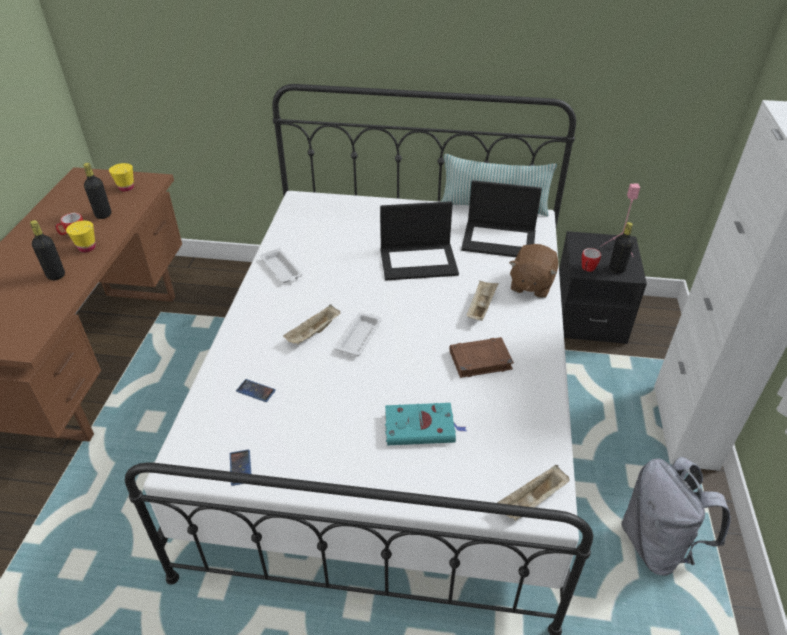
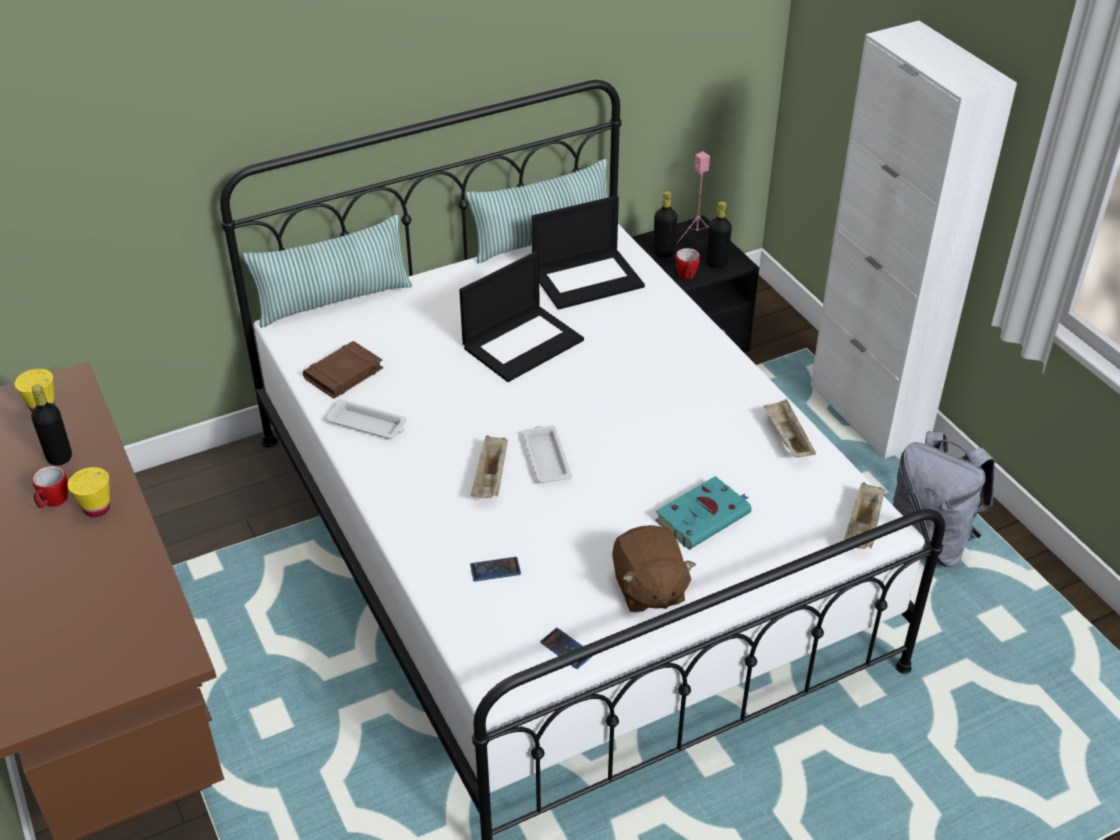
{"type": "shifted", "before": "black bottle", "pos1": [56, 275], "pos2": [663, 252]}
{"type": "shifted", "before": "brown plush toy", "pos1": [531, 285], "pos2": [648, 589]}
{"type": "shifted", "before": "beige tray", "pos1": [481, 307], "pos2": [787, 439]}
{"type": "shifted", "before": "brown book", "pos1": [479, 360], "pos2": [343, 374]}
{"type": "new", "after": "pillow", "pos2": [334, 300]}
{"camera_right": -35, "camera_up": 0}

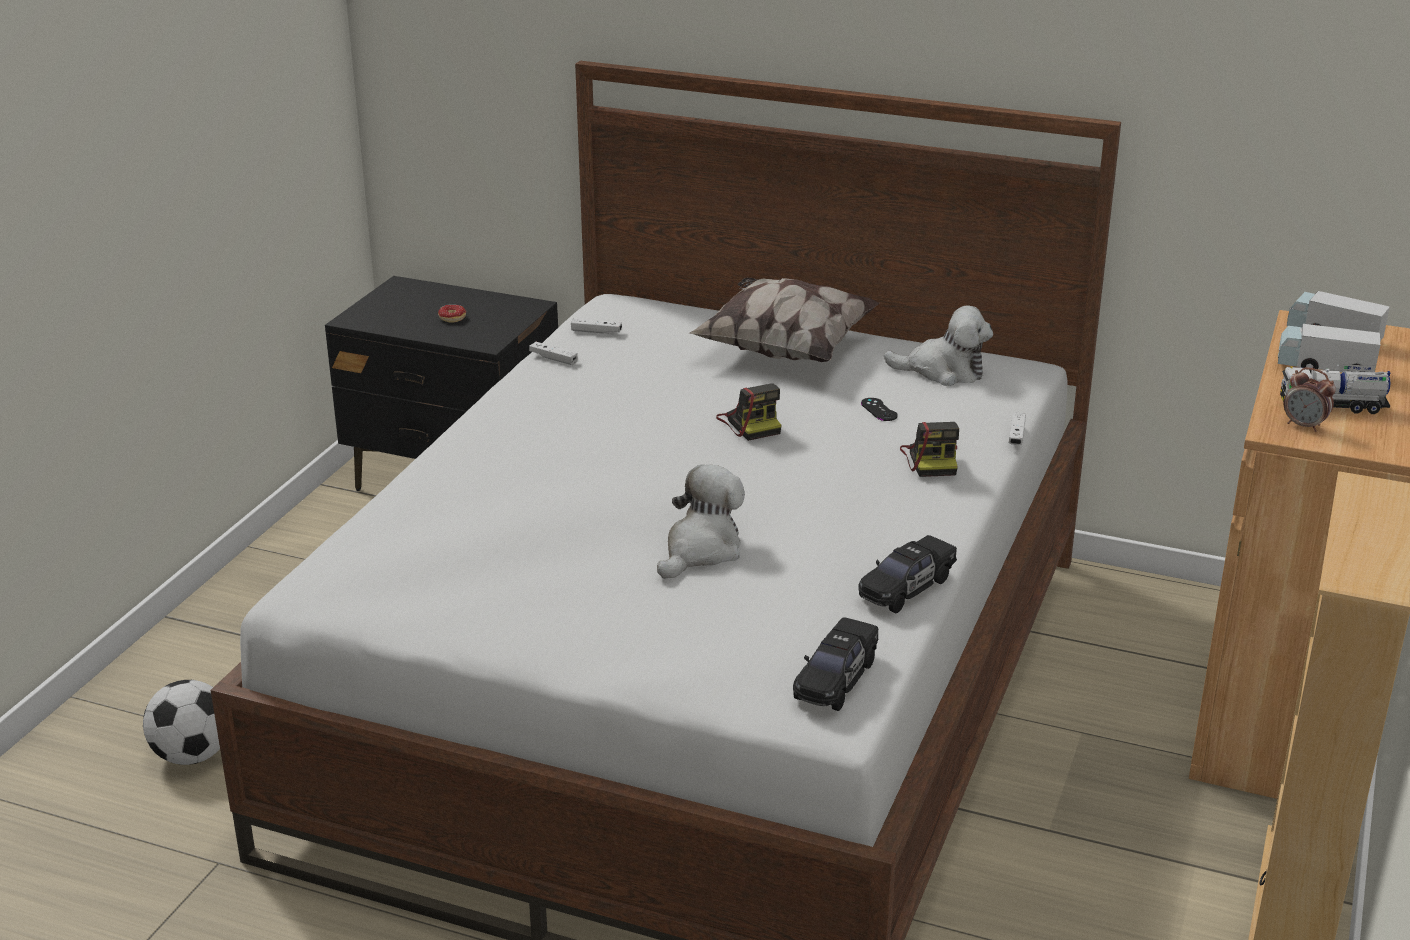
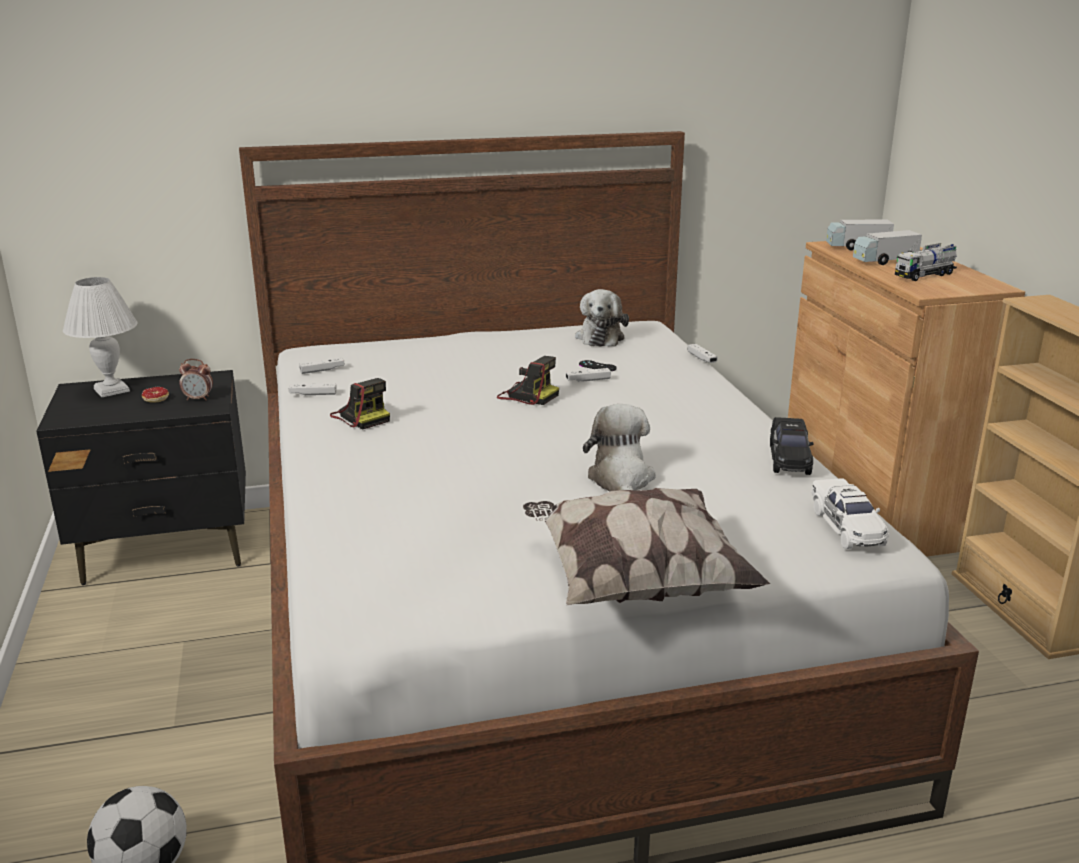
{"type": "shifted", "before": "pillow", "pos1": [784, 349], "pos2": [635, 581]}
{"type": "rotated", "before": "plush toy", "pos1": [943, 371], "pos2": [600, 337], "turn": 120}
{"type": "shifted", "before": "alarm clock", "pos1": [1304, 426], "pos2": [198, 399]}
{"type": "shifted", "before": "photo camera", "pos1": [932, 460], "pos2": [361, 417]}
{"type": "repainted", "before": "black toy car", "after": "white toy car", "pos1": [835, 679], "pos2": [846, 527]}
{"type": "new", "after": "white table lamp", "pos2": [111, 390]}
{"type": "new", "after": "white game controller", "pos2": [588, 380]}
{"camera_right": -35, "camera_up": -5}

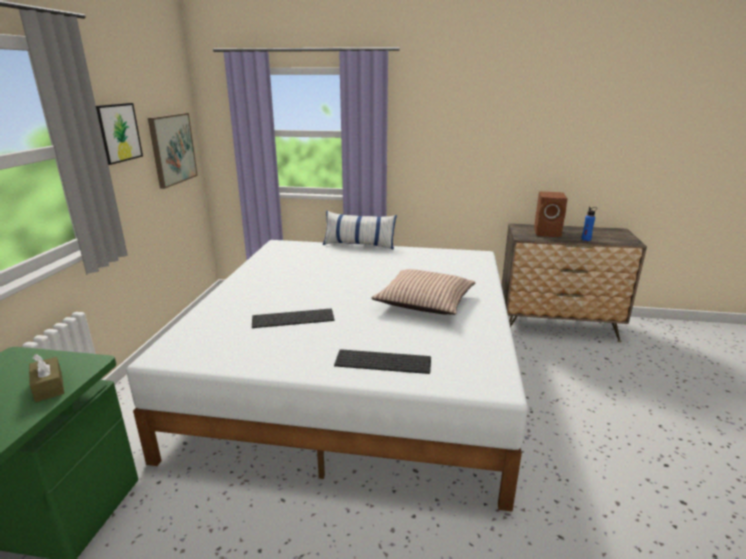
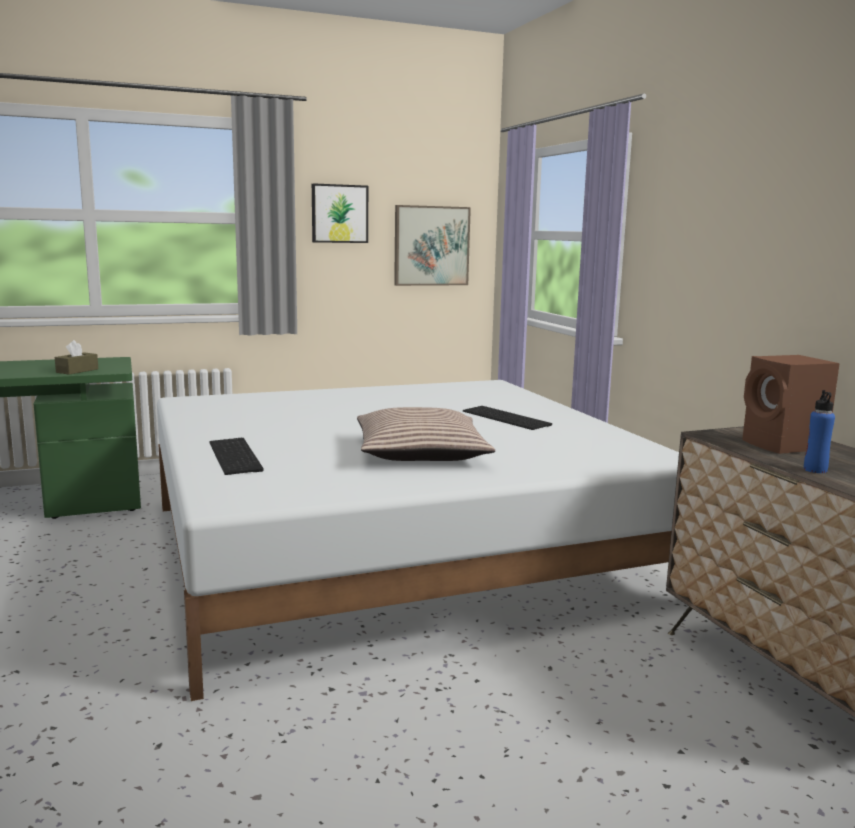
{"type": "gone", "before": "pillow", "pos1": [359, 244]}
{"type": "shifted", "before": "keyboard", "pos1": [294, 318], "pos2": [507, 418]}
{"camera_right": 60, "camera_up": -10}

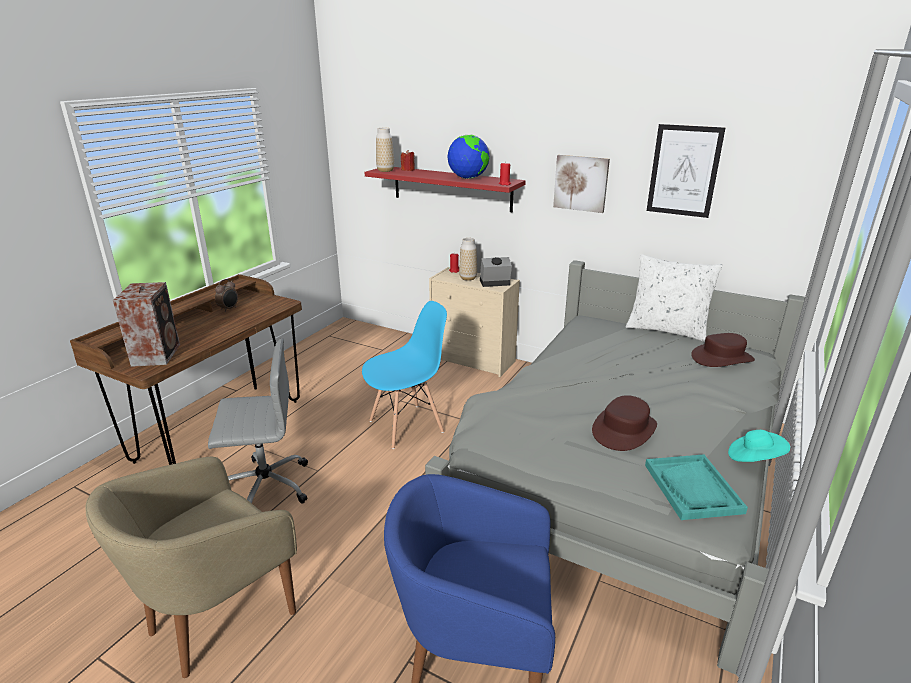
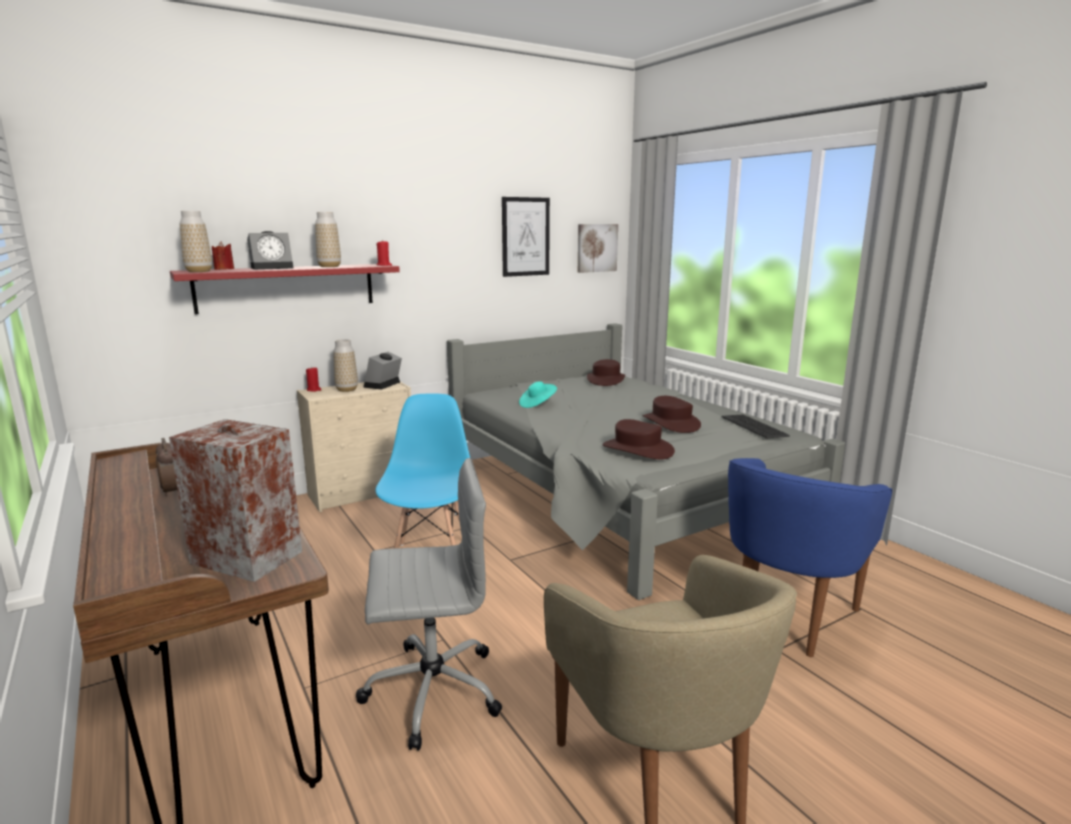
{"type": "swapped", "before": "globe", "after": "vase", "pos1": [468, 178], "pos2": [329, 266]}
{"type": "shifted", "before": "picture", "pos1": [581, 183], "pos2": [596, 248]}
{"type": "gone", "before": "white pillow", "pos1": [666, 330]}
{"type": "rotated", "before": "grey office chair", "pos1": [264, 487], "pos2": [430, 690], "turn": 60}
{"type": "shifted", "before": "turquoise hat", "pos1": [754, 458], "pos2": [537, 404]}
{"type": "swapped", "before": "turquoise tray", "after": "keyboard", "pos1": [693, 488], "pos2": [754, 427]}
{"type": "new", "after": "alarm clock", "pos2": [273, 268]}
{"type": "new", "after": "brown hat", "pos2": [637, 449]}
{"camera_right": -60, "camera_up": -10}

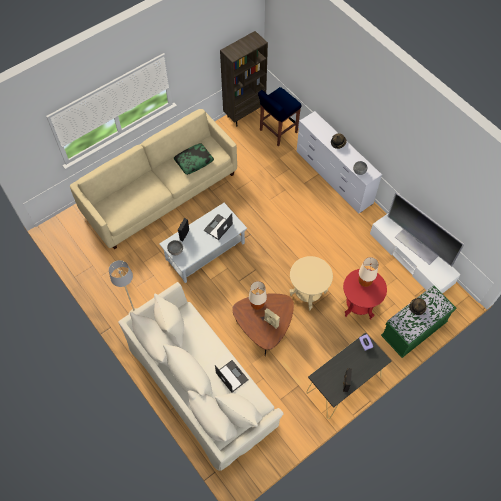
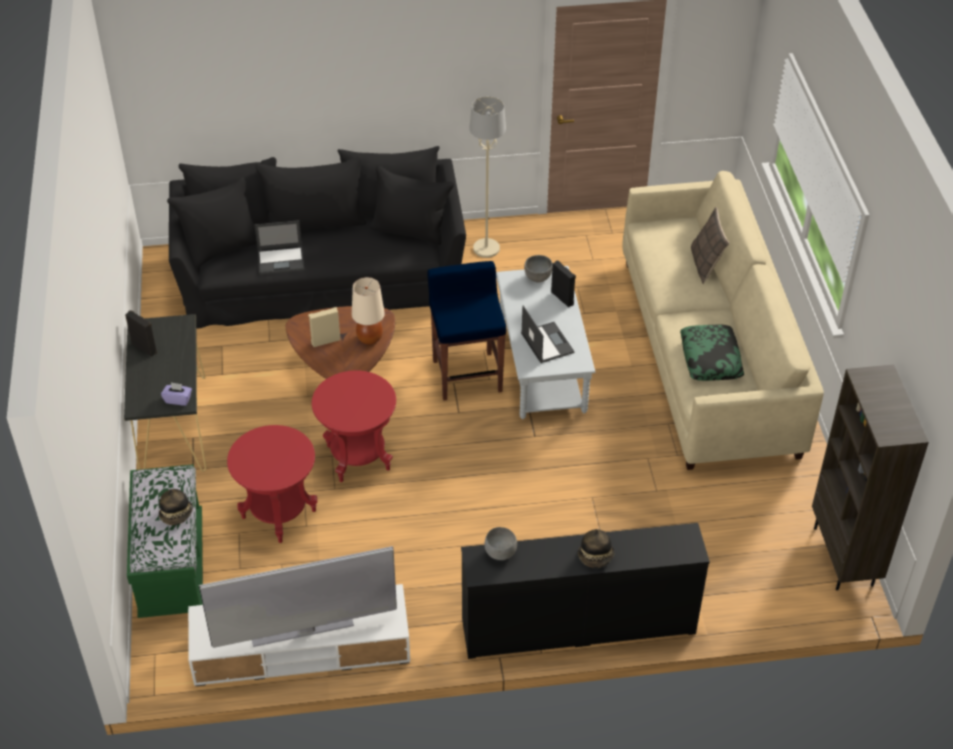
{"type": "shifted", "before": "blue stool", "pos1": [277, 131], "pos2": [467, 375]}
{"type": "repainted", "before": "white dresser", "after": "black dresser", "pos1": [333, 177], "pos2": [577, 626]}
{"type": "repainted", "before": "beige side table", "after": "red side table", "pos1": [308, 294], "pos2": [358, 458]}
{"type": "gone", "before": "beige table lamp", "pos1": [364, 282]}
{"type": "repainted", "before": "beige sofa", "after": "black sofa", "pos1": [201, 383], "pos2": [321, 276]}
{"type": "new", "after": "pillow", "pos2": [706, 265]}
{"camera_right": 120, "camera_up": -15}

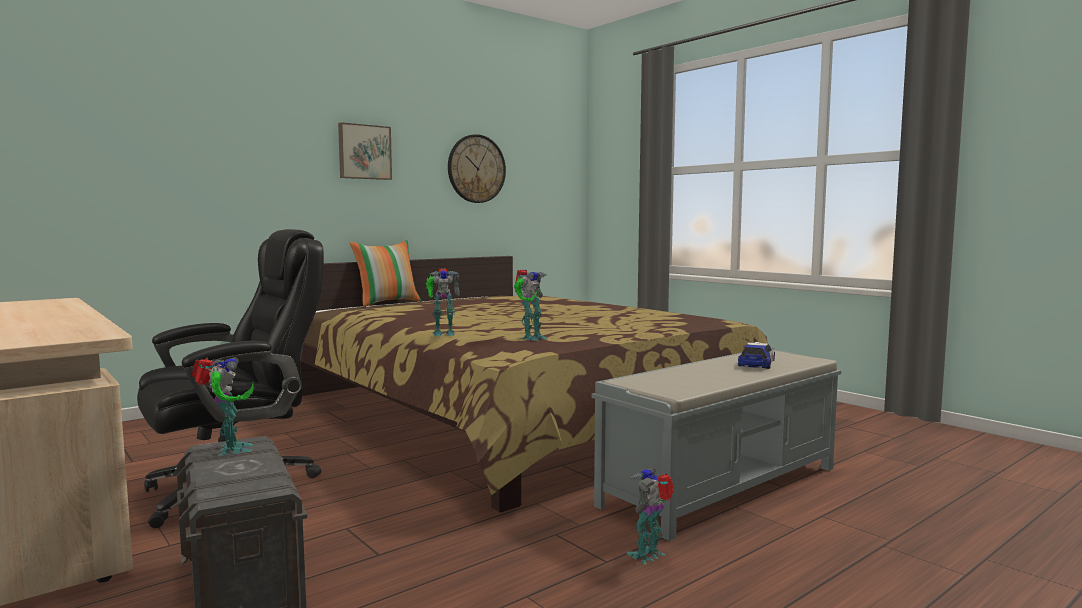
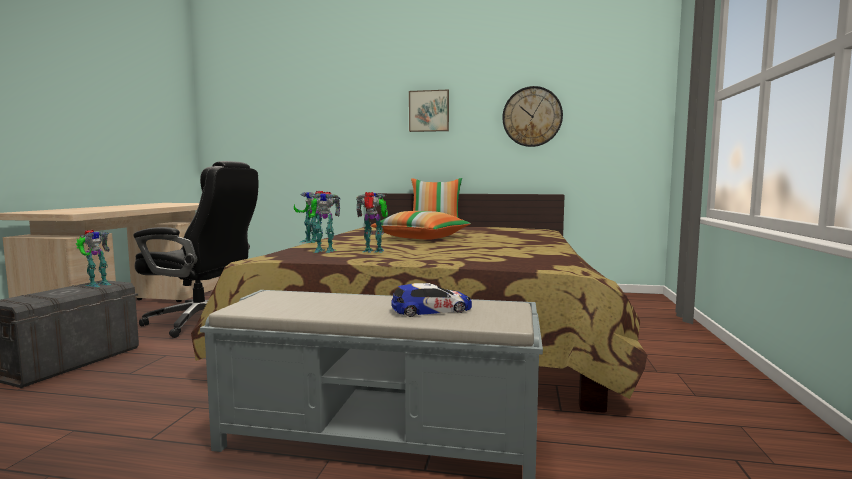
{"type": "shifted", "before": "toy robot", "pos1": [649, 555], "pos2": [374, 251]}
{"type": "new", "after": "pillow", "pos2": [422, 238]}
{"camera_right": 50, "camera_up": 0}

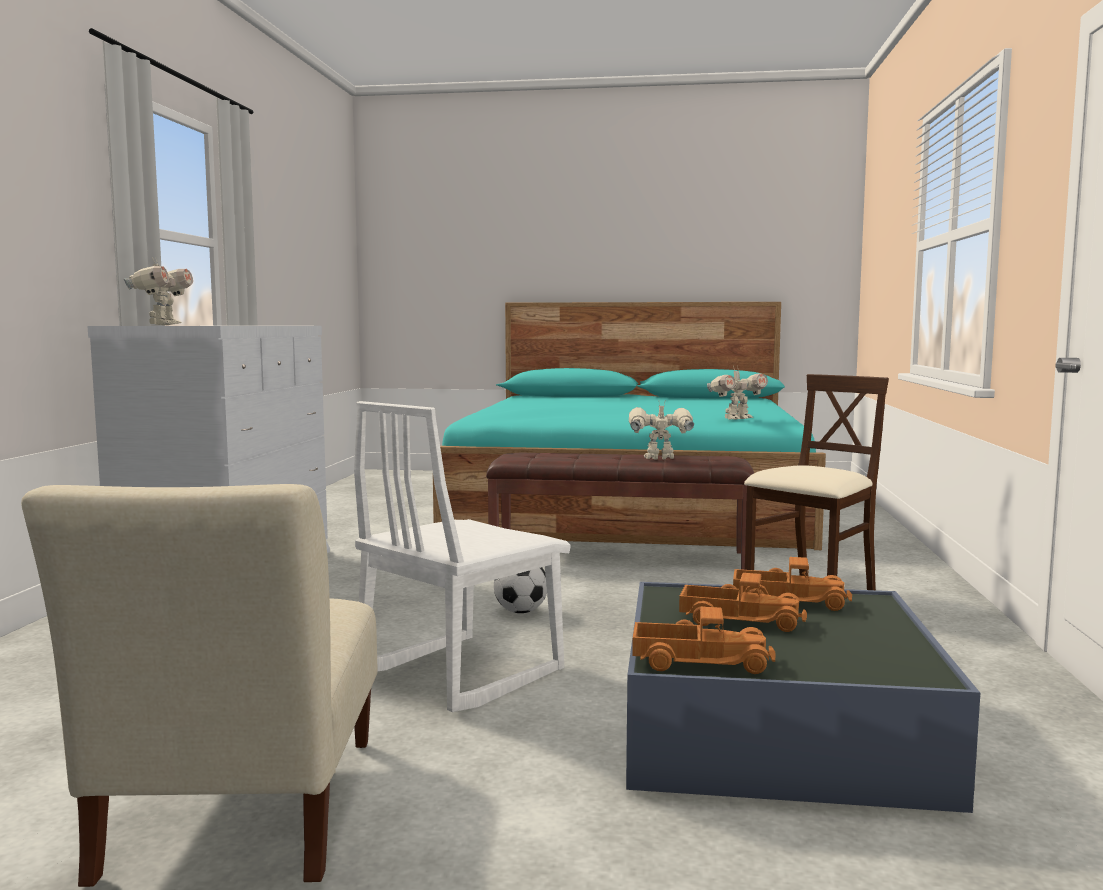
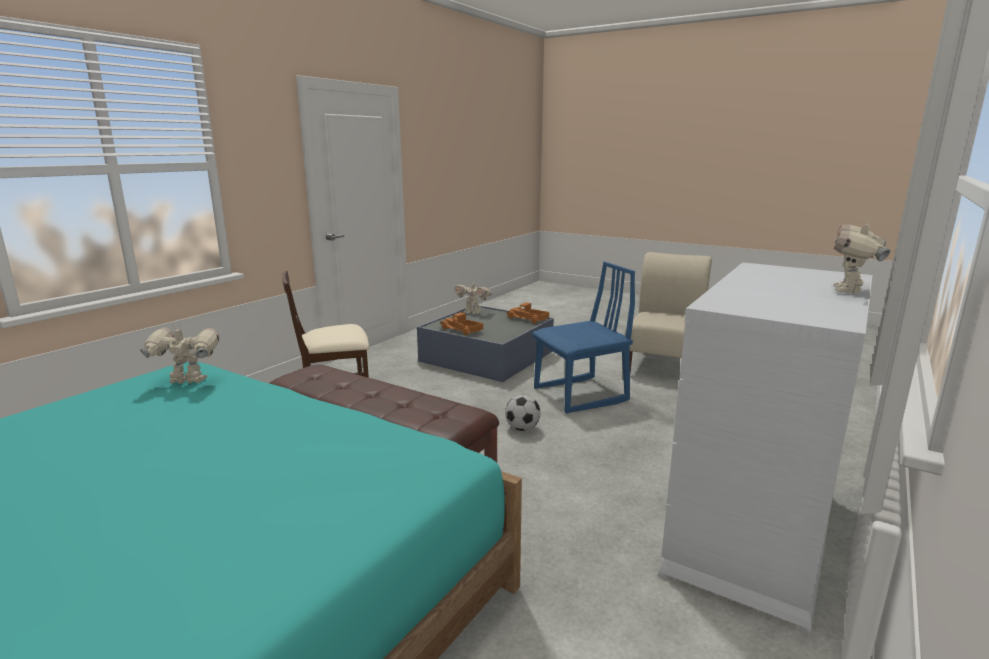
{"type": "repainted", "before": "white chair", "after": "blue chair", "pos1": [459, 672], "pos2": [581, 395]}
{"type": "shifted", "before": "toy robot", "pos1": [660, 459], "pos2": [473, 312]}
{"type": "gone", "before": "toy truck", "pos1": [740, 620]}
{"camera_right": -155, "camera_up": 10}

